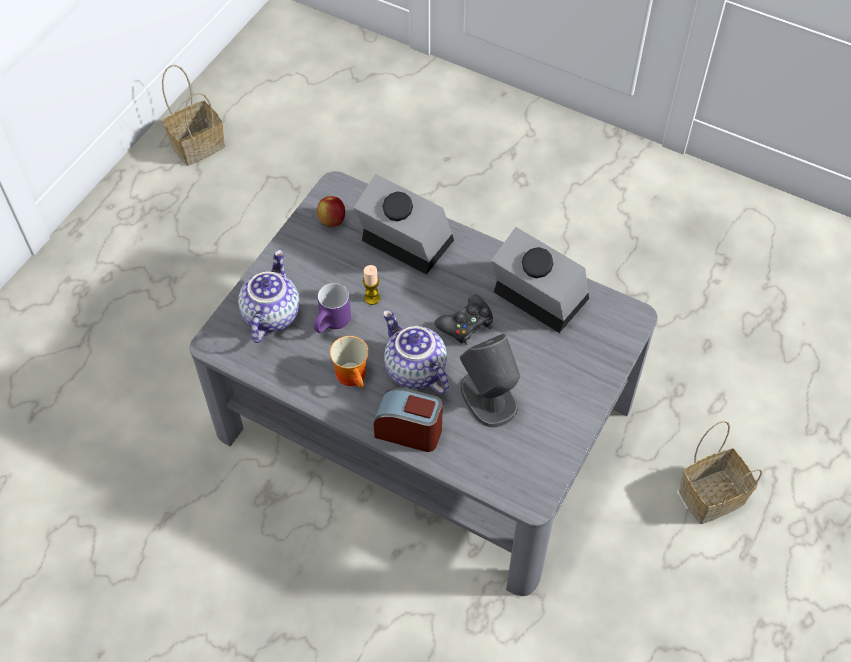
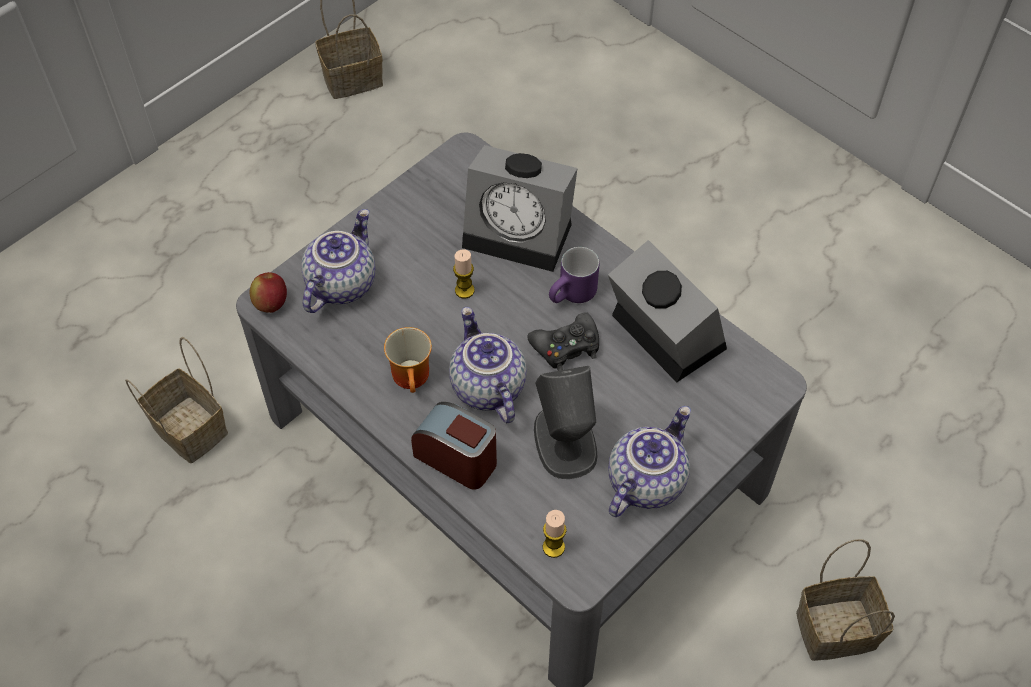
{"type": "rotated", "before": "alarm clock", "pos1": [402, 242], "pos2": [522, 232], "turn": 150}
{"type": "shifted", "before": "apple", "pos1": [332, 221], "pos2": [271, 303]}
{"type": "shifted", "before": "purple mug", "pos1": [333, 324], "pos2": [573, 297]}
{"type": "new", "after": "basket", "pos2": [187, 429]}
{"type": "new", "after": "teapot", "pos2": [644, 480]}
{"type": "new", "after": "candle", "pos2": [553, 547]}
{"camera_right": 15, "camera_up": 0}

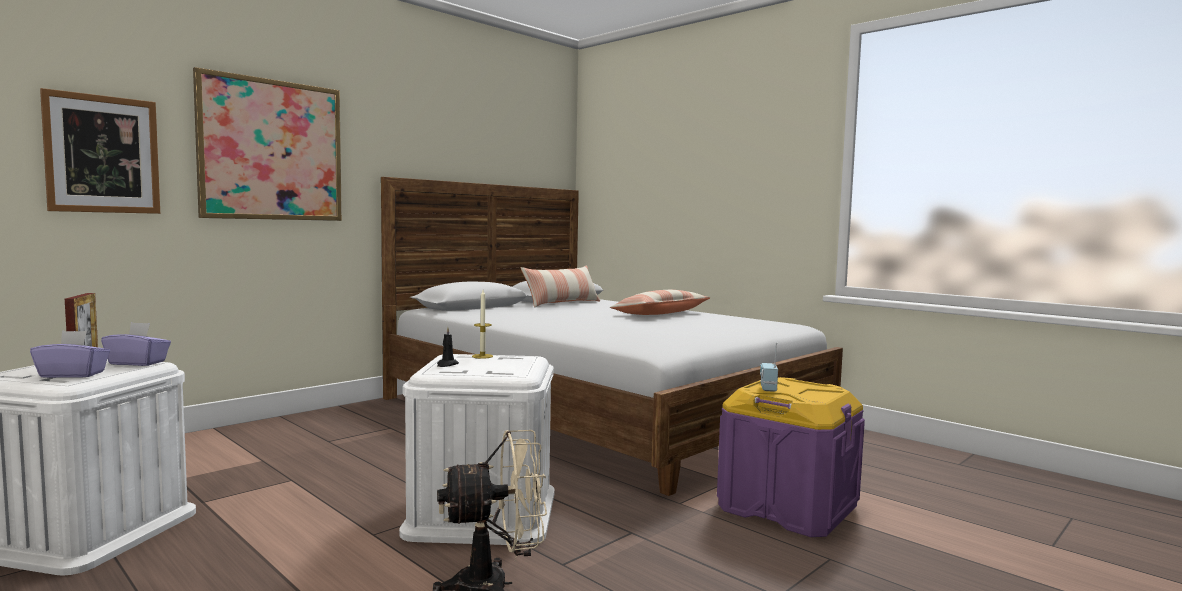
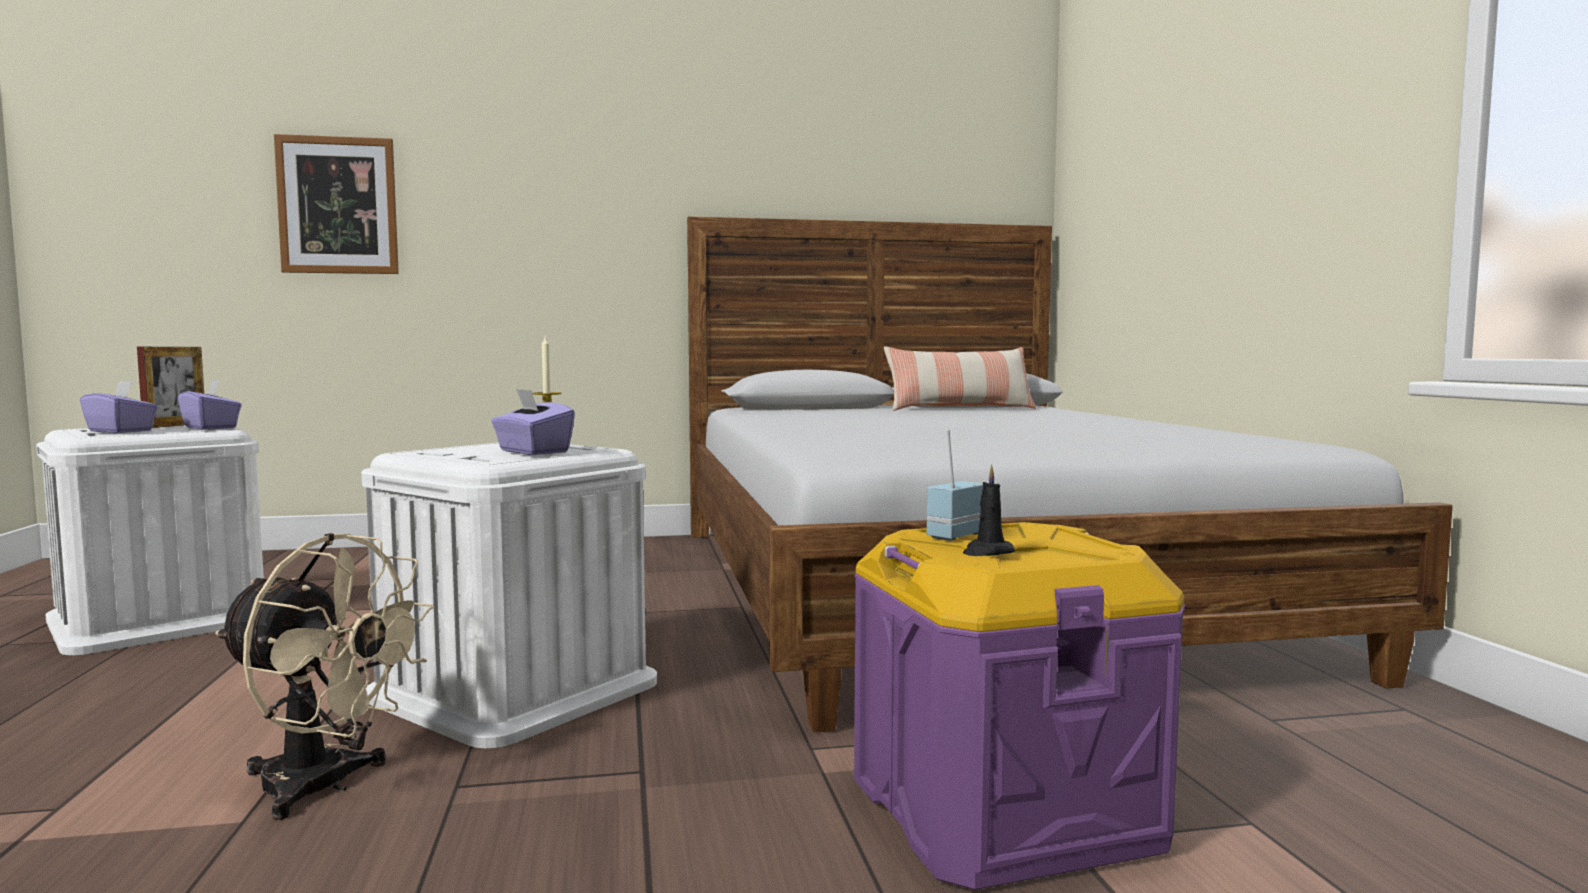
{"type": "gone", "before": "picture", "pos1": [271, 150]}
{"type": "gone", "before": "pillow", "pos1": [660, 314]}
{"type": "shifted", "before": "black candle", "pos1": [447, 365], "pos2": [987, 552]}
{"type": "new", "after": "purple tissue box", "pos2": [533, 452]}
{"camera_right": 35, "camera_up": 0}

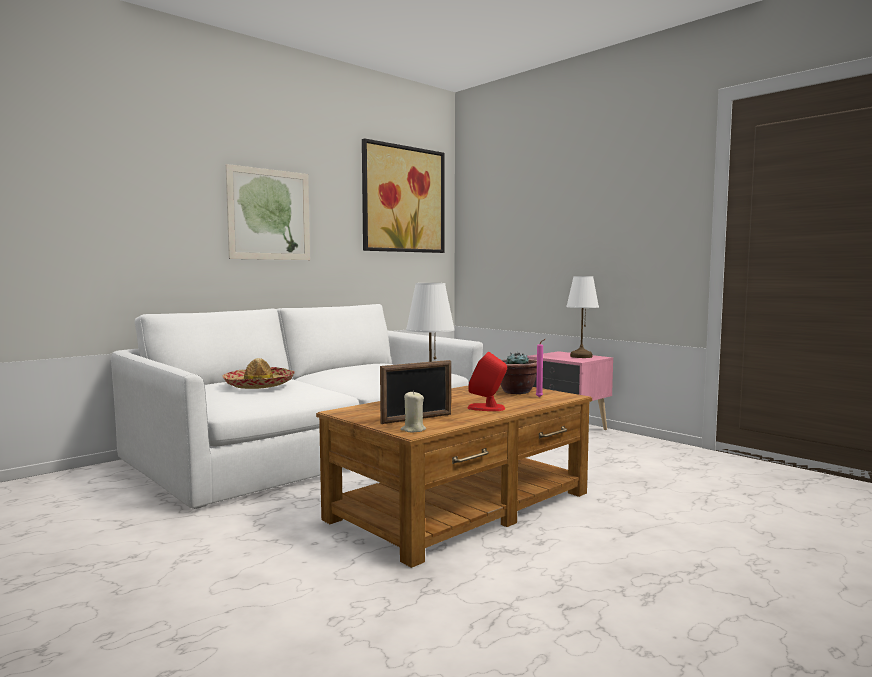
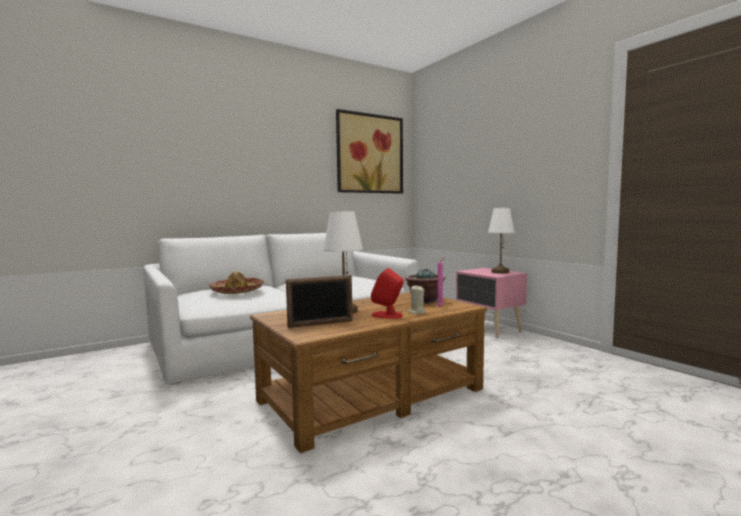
{"type": "gone", "before": "picture", "pos1": [269, 214]}
{"type": "shifted", "before": "beige candle", "pos1": [413, 430], "pos2": [417, 312]}
{"camera_right": 10, "camera_up": 0}

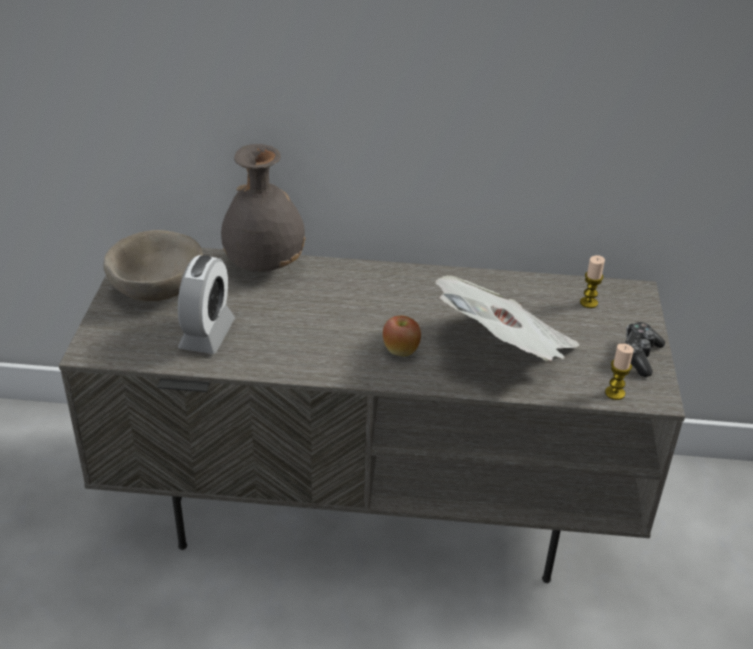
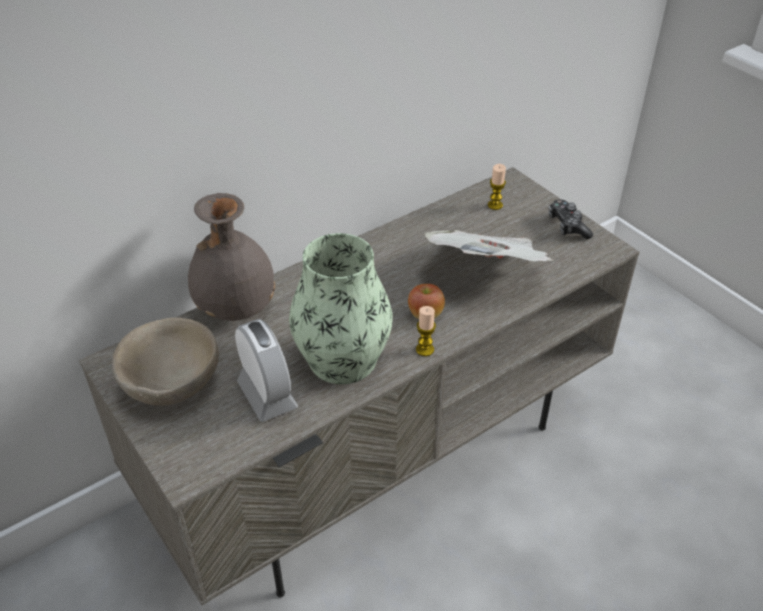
{"type": "shifted", "before": "candle", "pos1": [615, 393], "pos2": [425, 349]}
{"type": "new", "after": "vase", "pos2": [342, 359]}
{"camera_right": -40, "camera_up": 5}

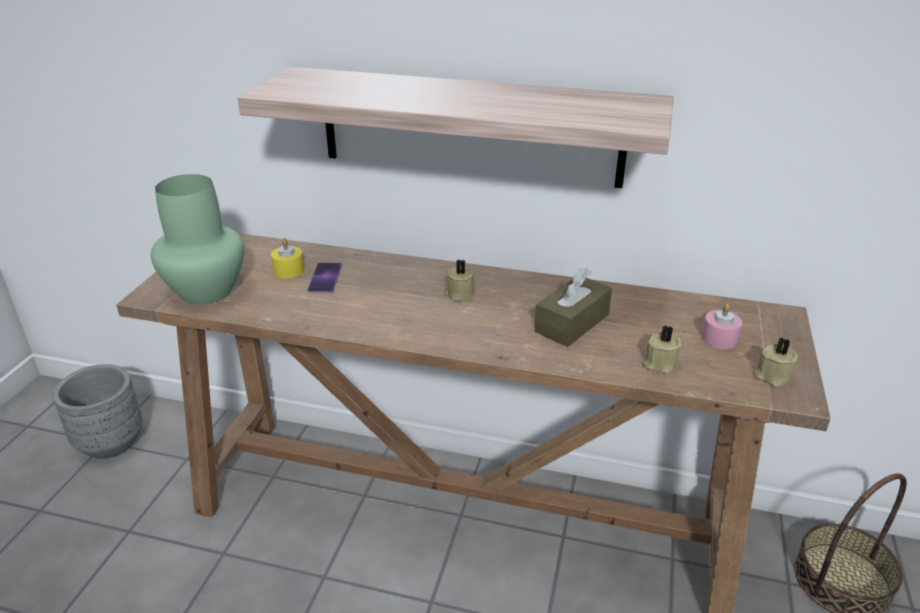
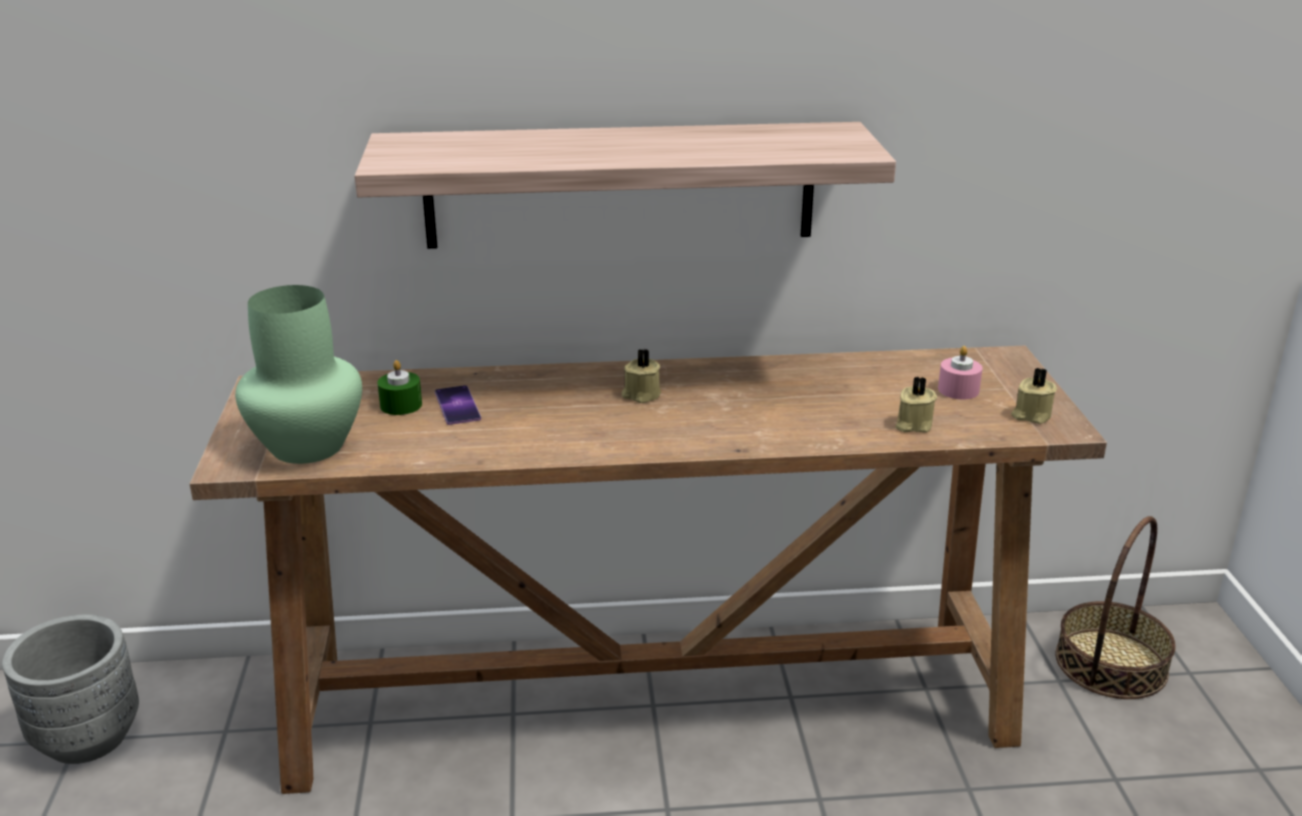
{"type": "repainted", "before": "yellow candle", "after": "green candle", "pos1": [288, 270], "pos2": [401, 405]}
{"type": "gone", "before": "brown tissue box", "pos1": [572, 323]}
{"camera_right": -20, "camera_up": -5}

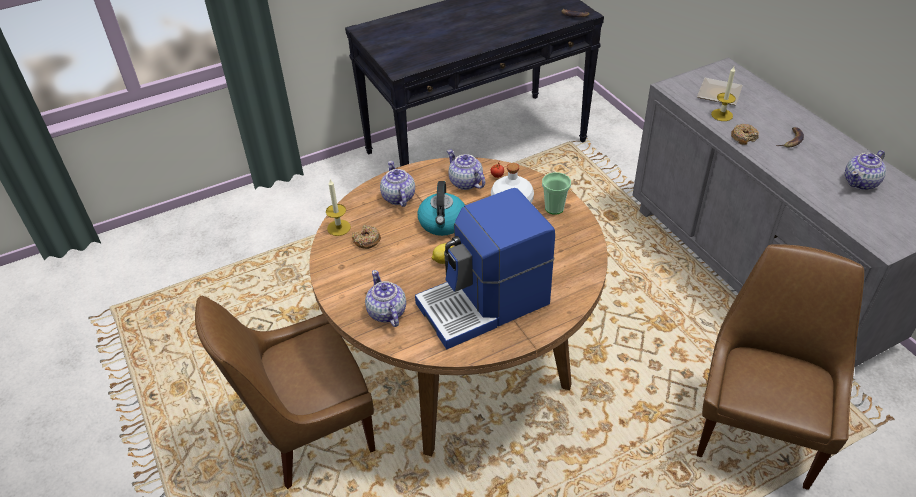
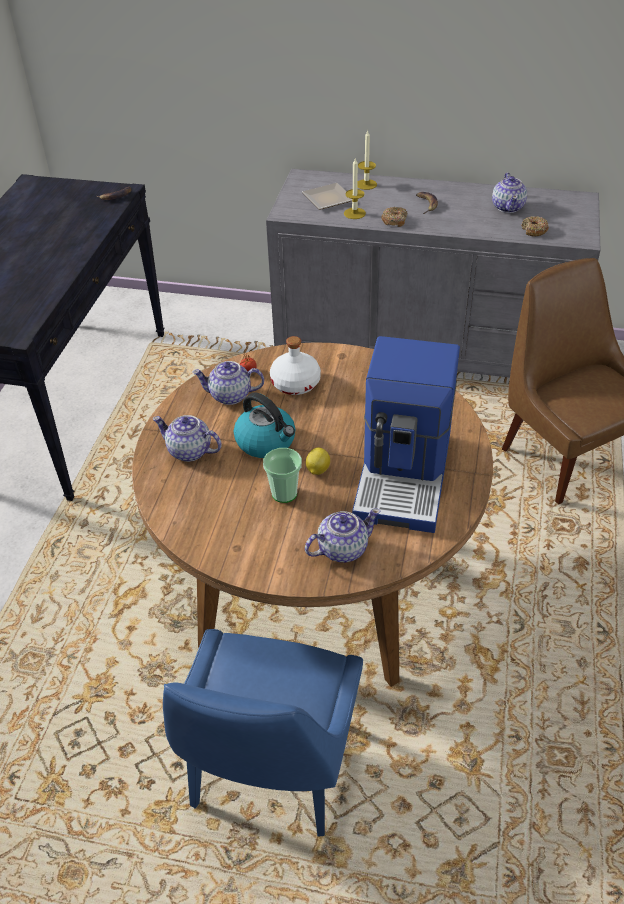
{"type": "shifted", "before": "cup", "pos1": [554, 208], "pos2": [284, 493]}
{"type": "shifted", "before": "candle", "pos1": [339, 228], "pos2": [366, 184]}
{"type": "shifted", "before": "donut", "pos1": [366, 240], "pos2": [534, 230]}
{"type": "rotated", "before": "teapot", "pos1": [386, 313], "pos2": [342, 549], "turn": 135}
{"type": "repainted", "before": "brown chair", "after": "blue chair", "pos1": [308, 432], "pos2": [270, 771]}
{"camera_right": -50, "camera_up": 0}

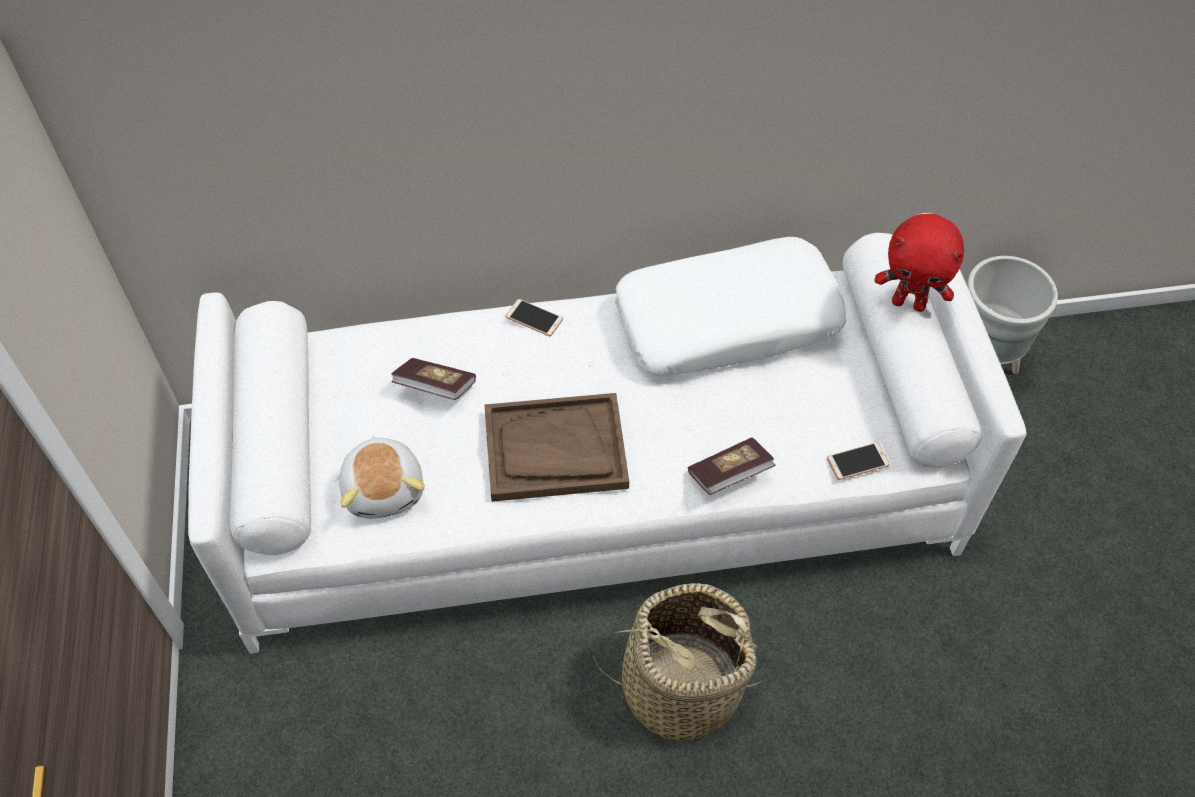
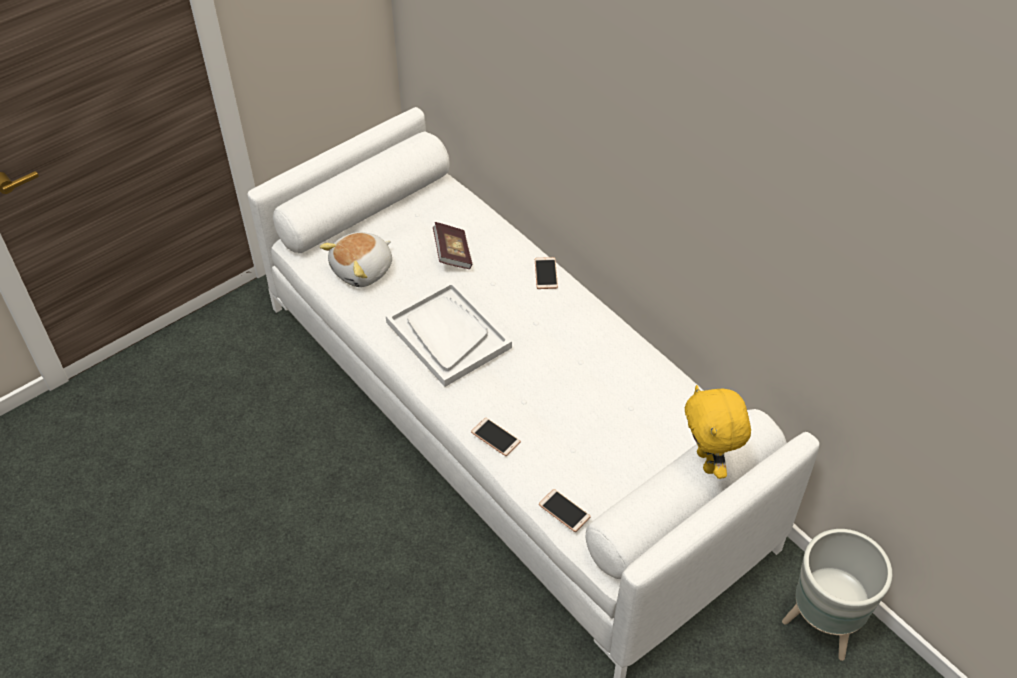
{"type": "repainted", "before": "red plush toy", "after": "yellow plush toy", "pos1": [909, 303], "pos2": [708, 462]}
{"type": "gone", "before": "white pillow", "pos1": [727, 321]}
{"type": "repainted", "before": "brown tray", "after": "white tray", "pos1": [555, 450], "pos2": [448, 335]}
{"type": "swapped", "before": "book", "after": "phone", "pos1": [729, 474], "pos2": [495, 437]}
{"type": "gone", "before": "basket", "pos1": [680, 686]}
{"camera_right": 60, "camera_up": -5}

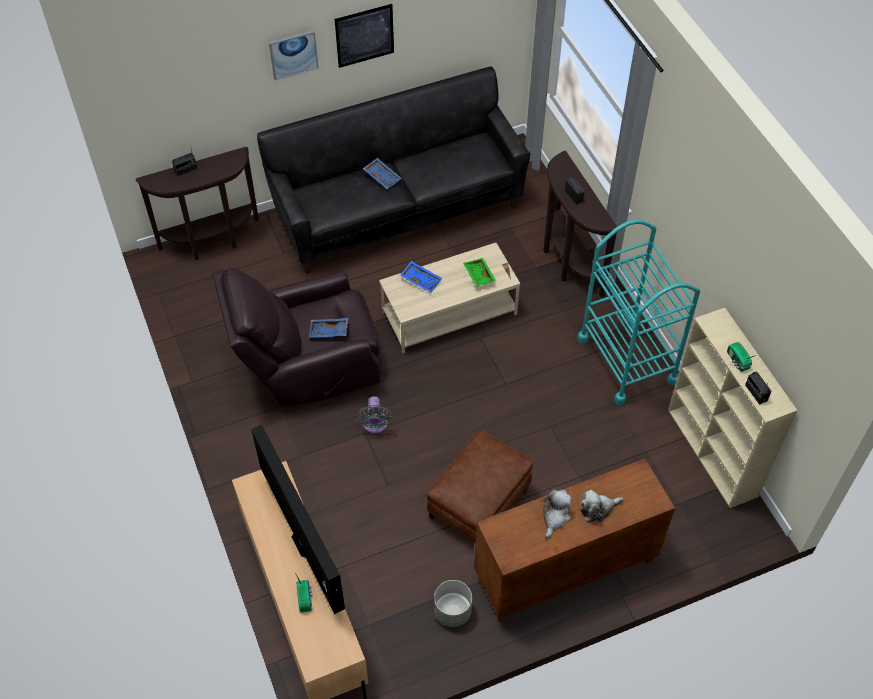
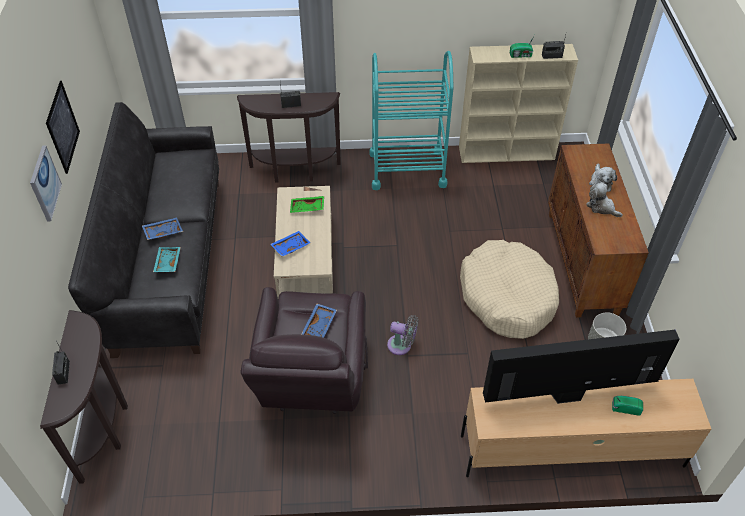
{"type": "swapped", "before": "brown ottoman", "after": "beige dog bed", "pos1": [478, 504], "pos2": [507, 297]}
{"type": "new", "after": "turquoise tray", "pos2": [167, 263]}
{"camera_right": -70, "camera_up": -5}

